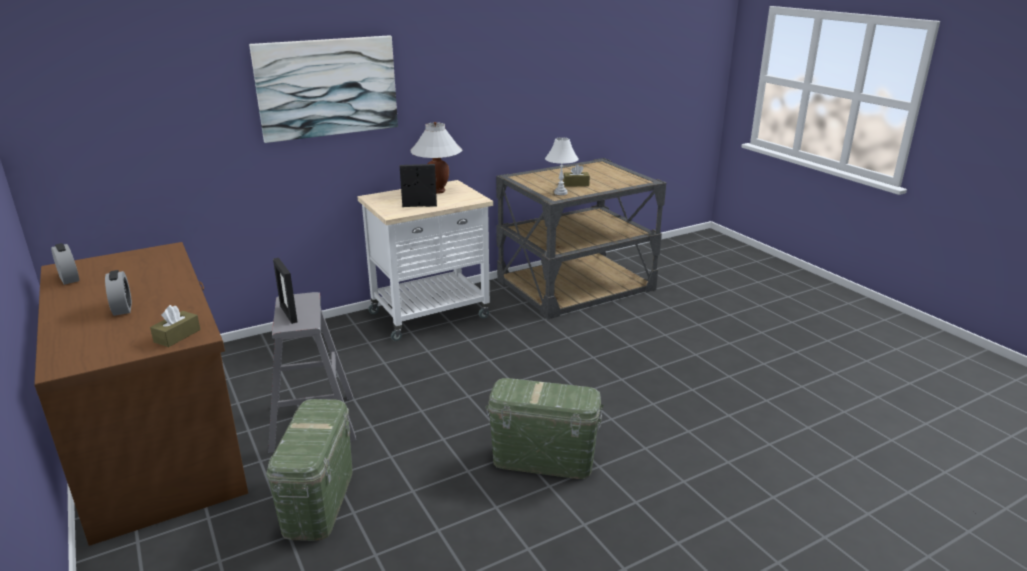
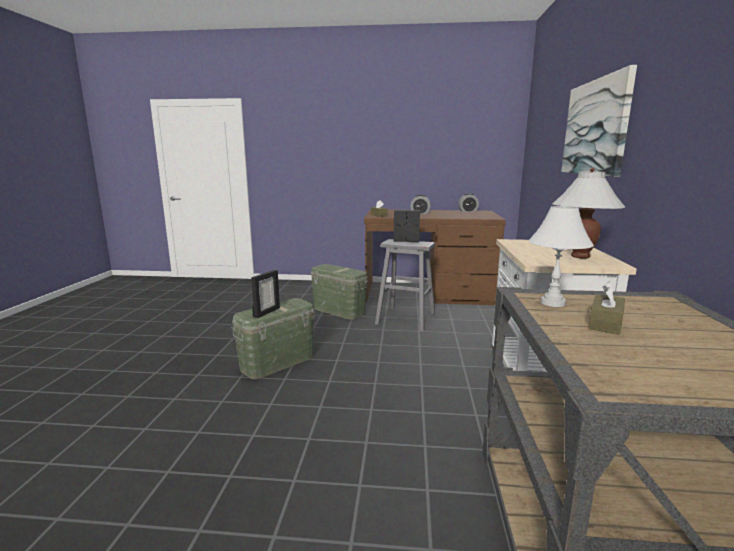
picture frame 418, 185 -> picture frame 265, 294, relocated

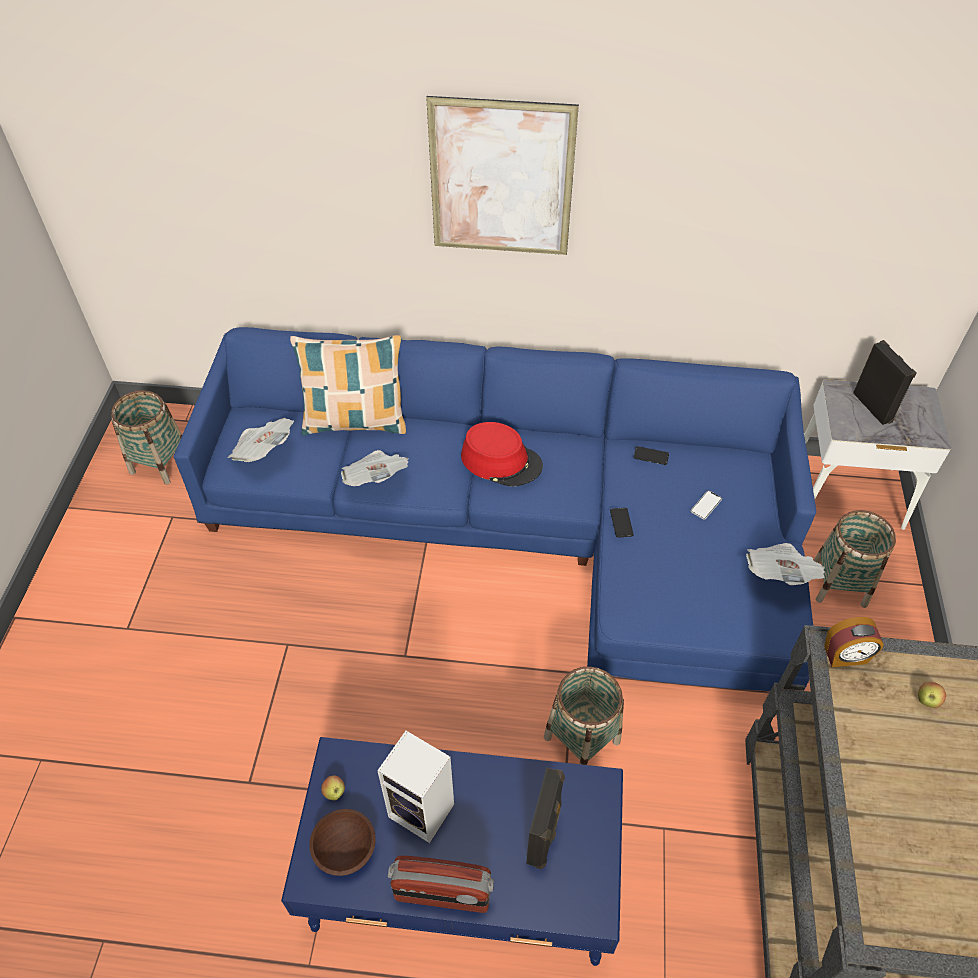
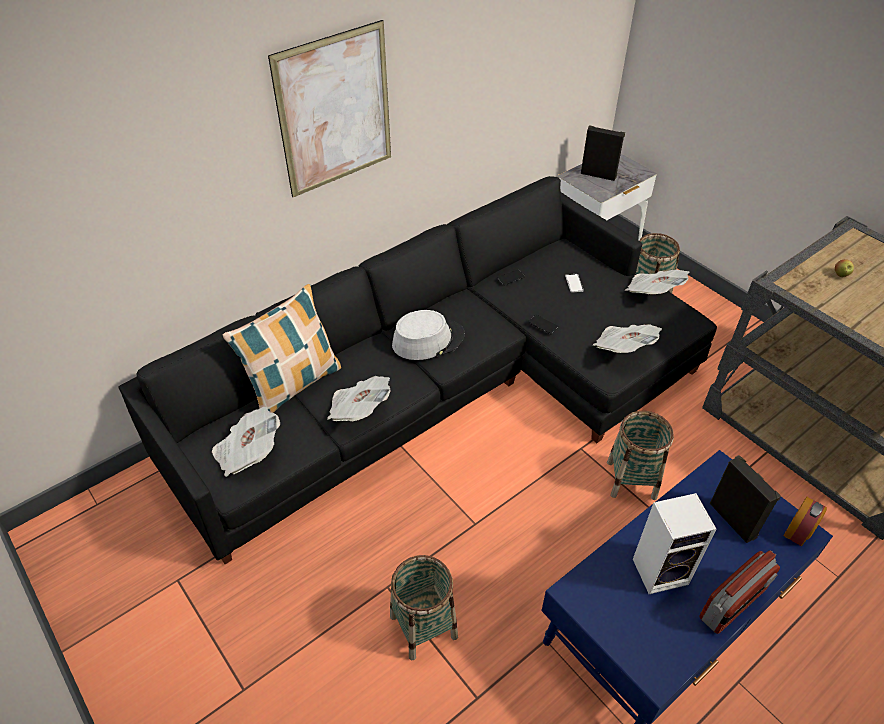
basket 146, 437 -> basket 424, 607, relocated
blue sofa 495, 509 -> black sofa 417, 370
brown bowl 343, 842 -> none
apple 333, 788 -> none
red hat 502, 454 -> grey hat 428, 335
alarm clock 854, 642 -> alarm clock 805, 521, relocated
none -> newspaper 627, 338

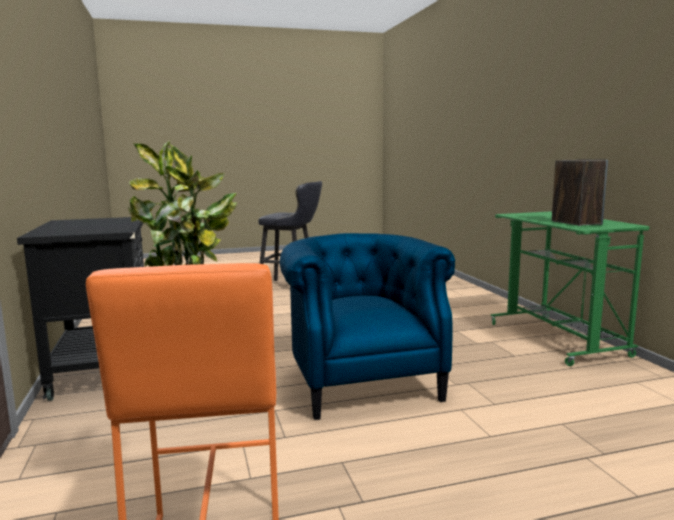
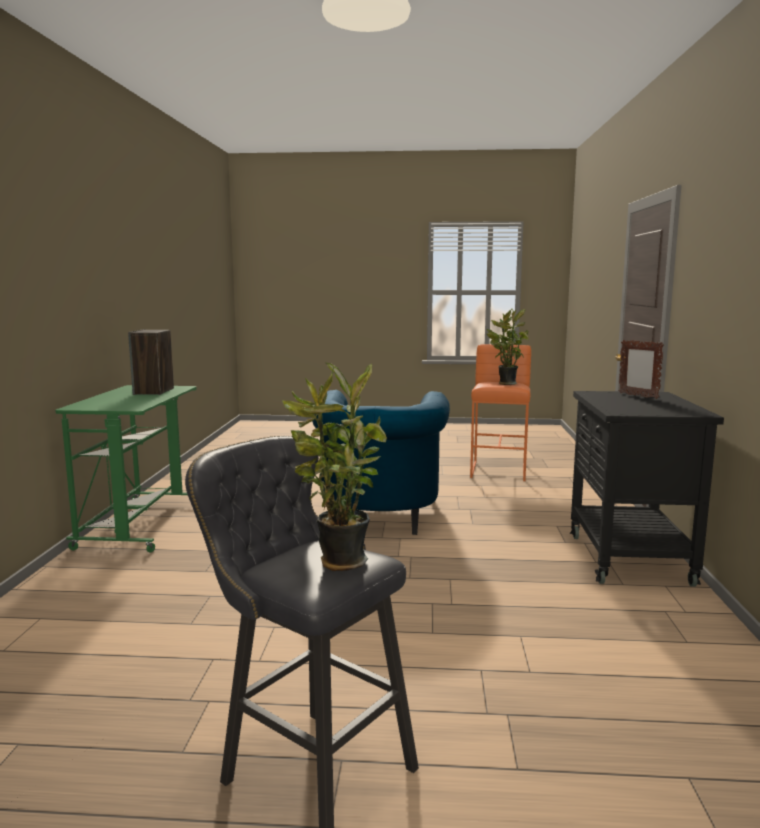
none -> potted plant 334, 466
none -> picture frame 641, 369

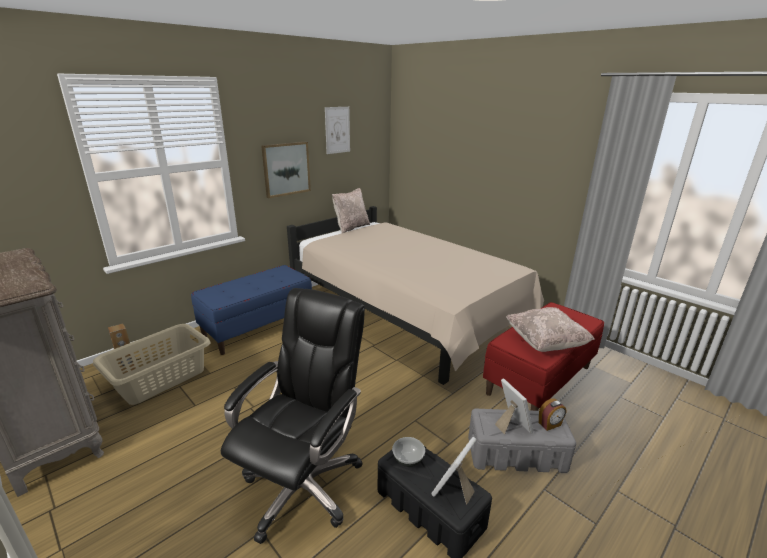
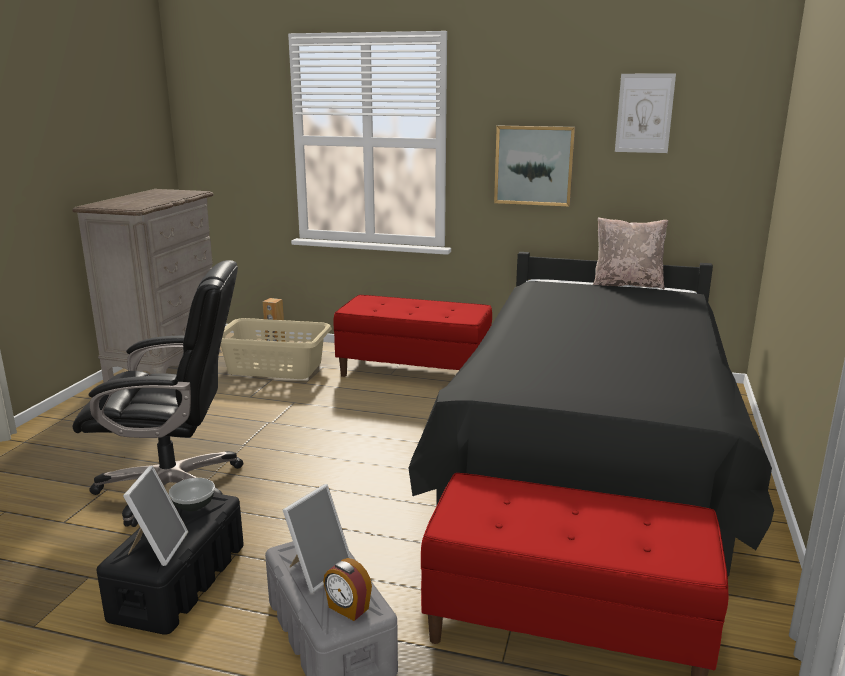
blue bench 251, 310 -> red bench 413, 336
beige bed 415, 295 -> black bed 591, 414
picture frame 453, 471 -> picture frame 155, 516, 90 degrees clockwise
beige pillow 550, 329 -> none

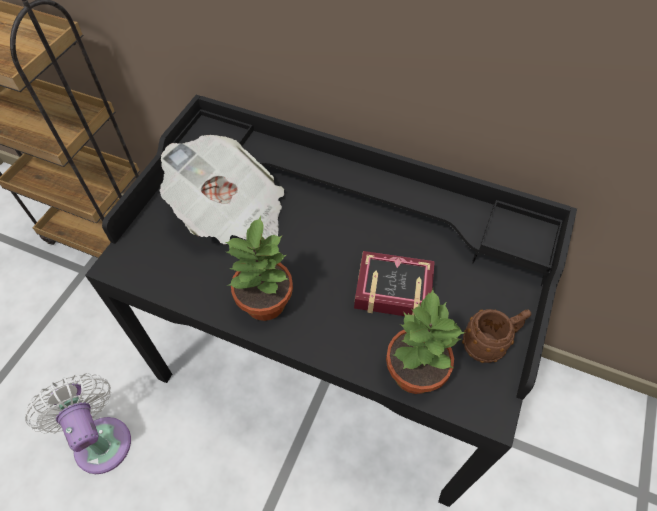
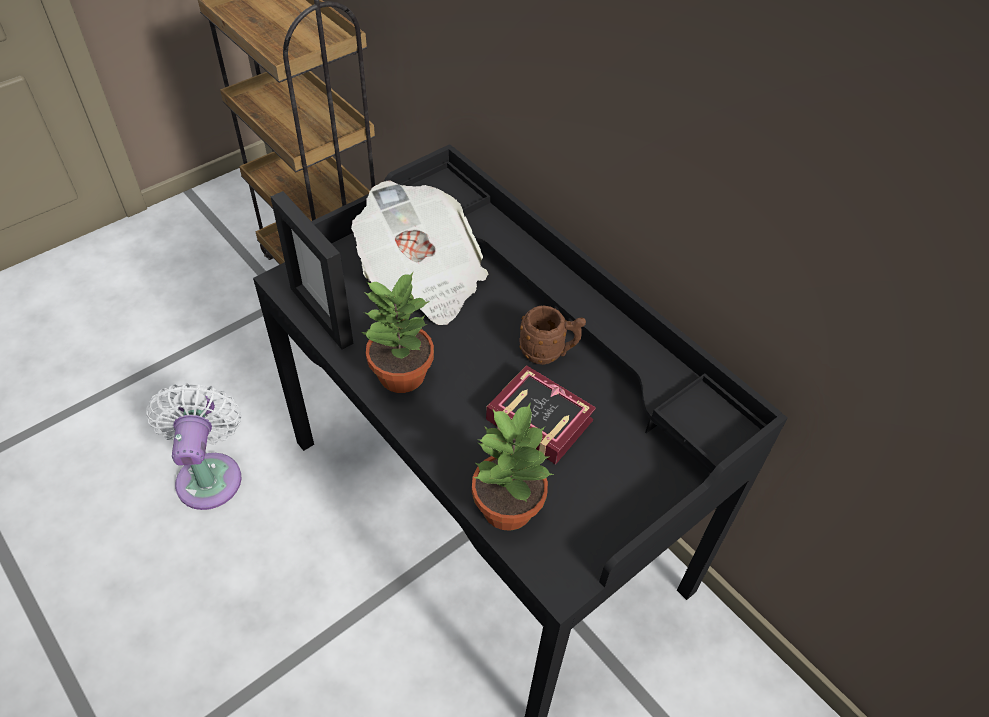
brown mug 496, 336 -> brown mug 552, 335, relocated
none -> picture frame 312, 270

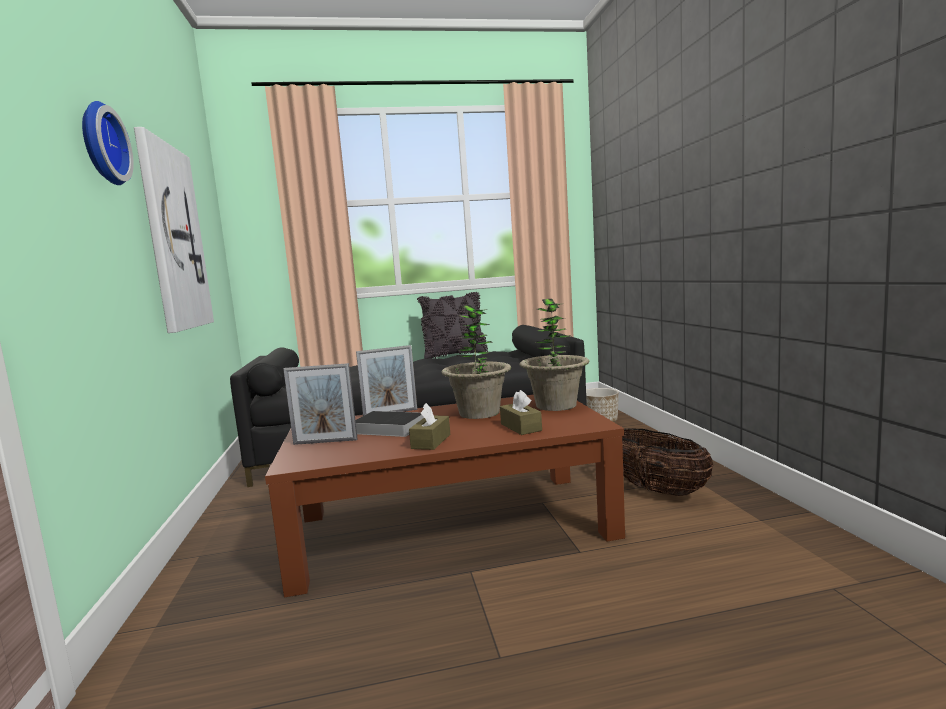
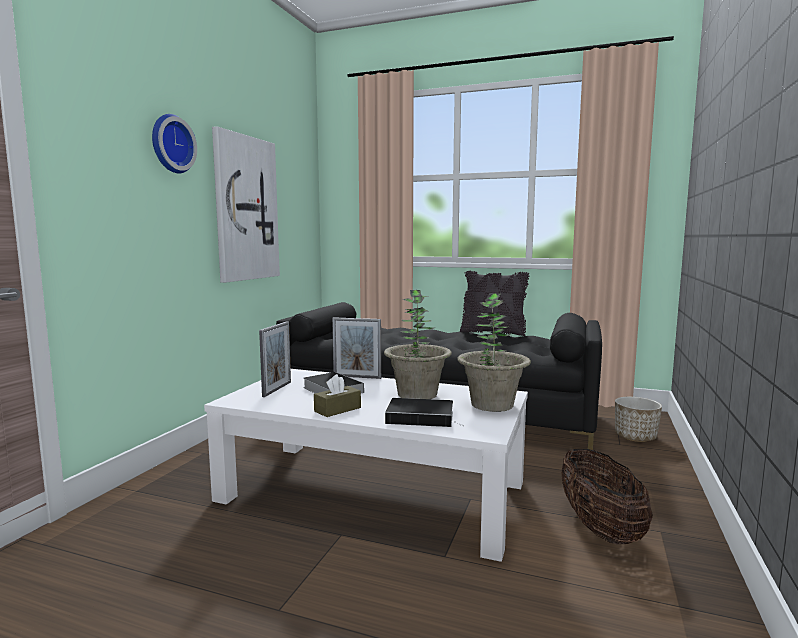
brown coffee table 445, 496 -> white coffee table 366, 465
picture frame 320, 404 -> picture frame 275, 359, 105 degrees counterclockwise
brown tissue box 521, 412 -> book 425, 412

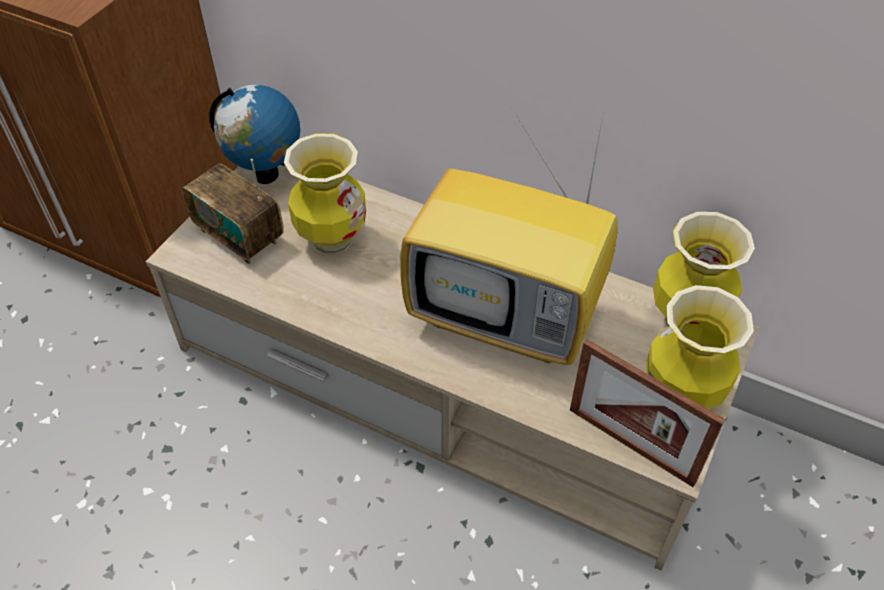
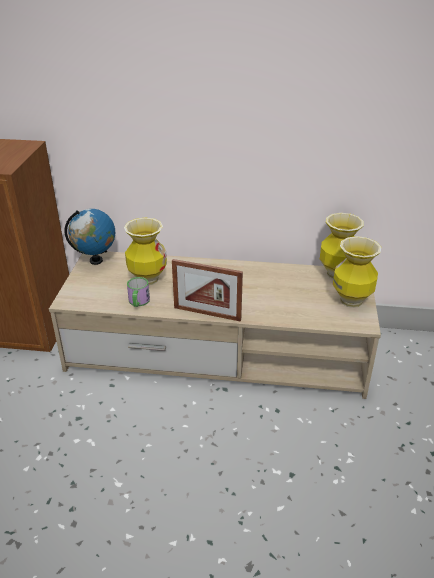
radio 233, 211 -> none
television 509, 238 -> none
picture frame 647, 413 -> picture frame 207, 290, relocated
none -> mug 138, 292

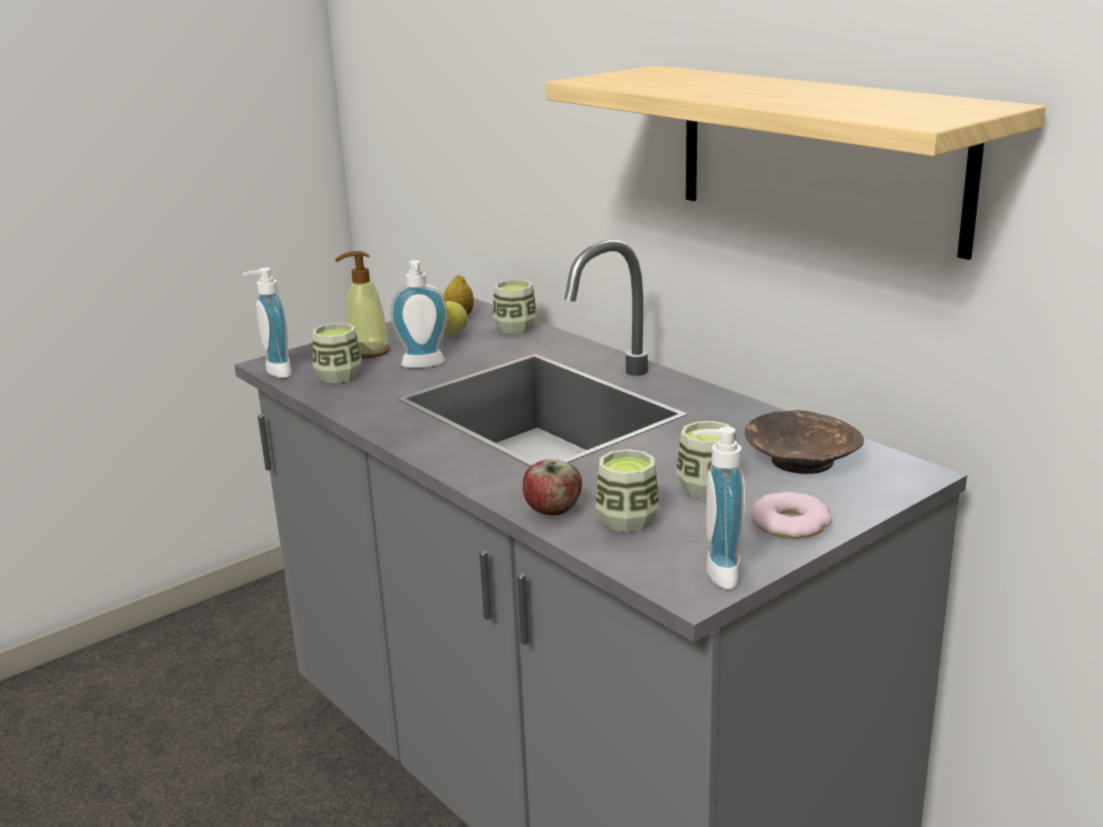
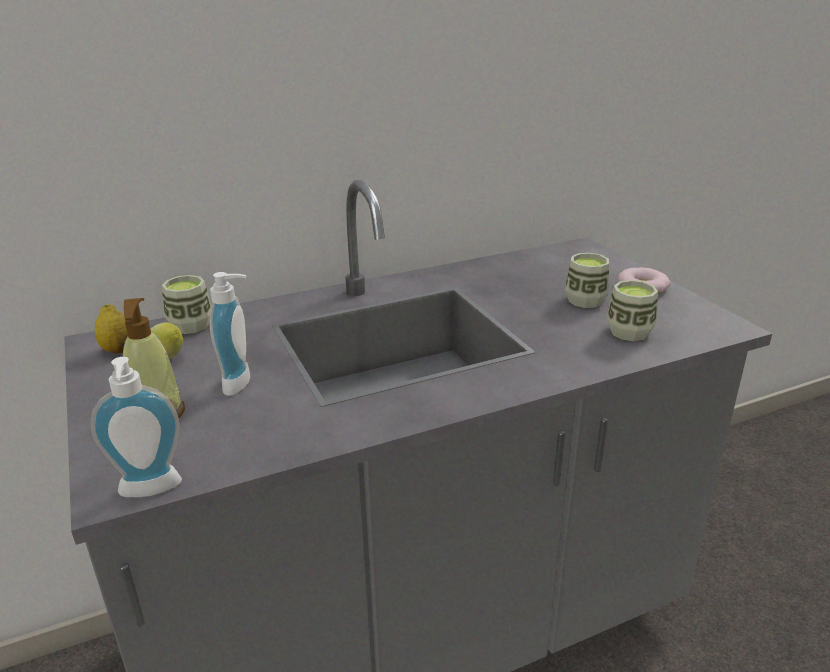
cup 337, 353 -> none
apple 552, 487 -> none
shelf 796, 162 -> none
soap dispenser 719, 508 -> none
brown bowl 804, 442 -> none

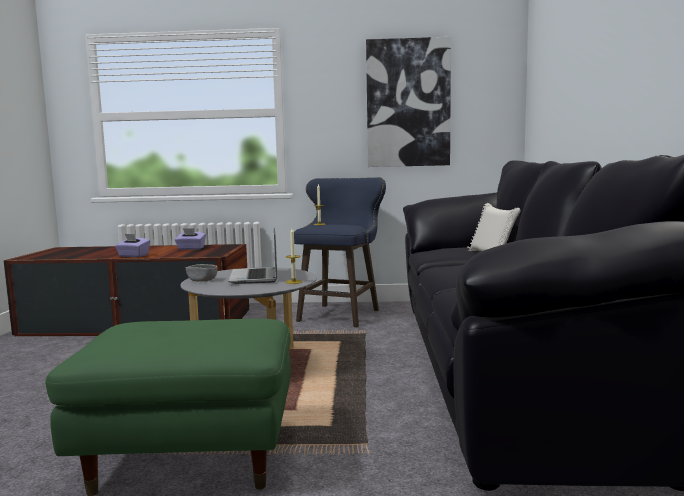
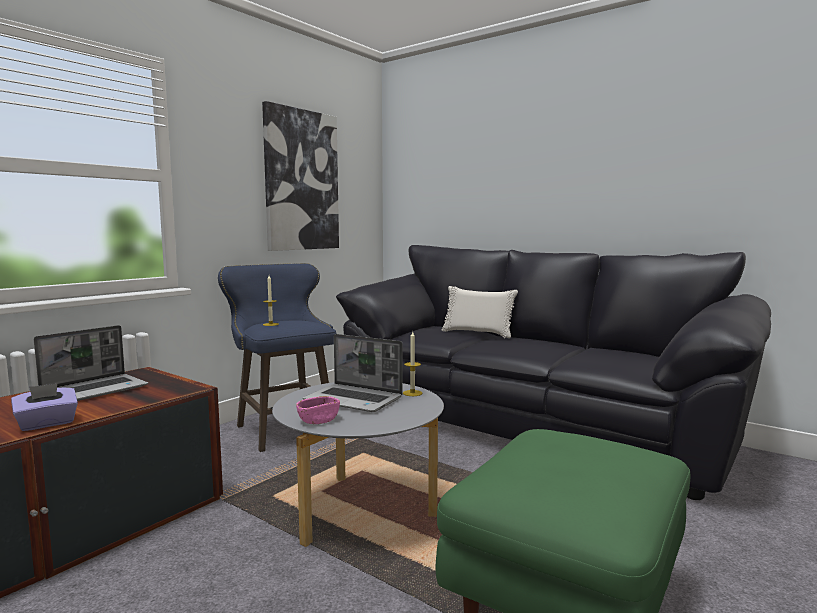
purple tissue box 190, 239 -> laptop 91, 363
grey bowl 202, 273 -> pink bowl 318, 410

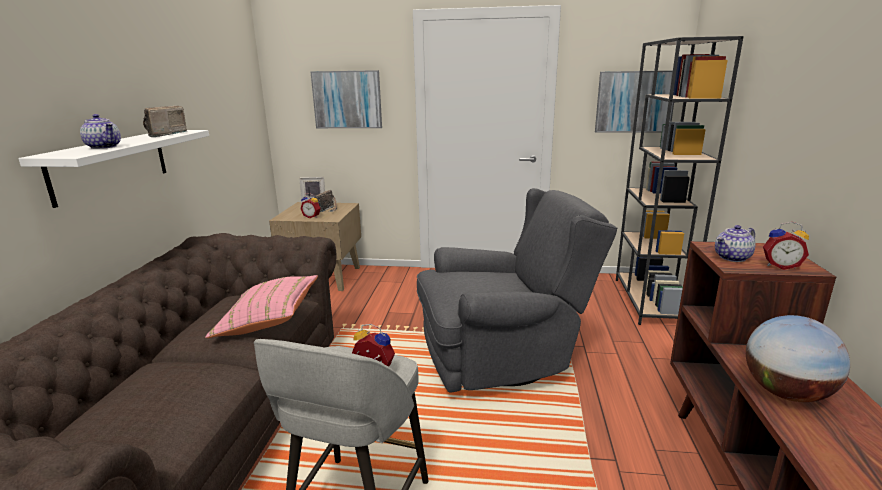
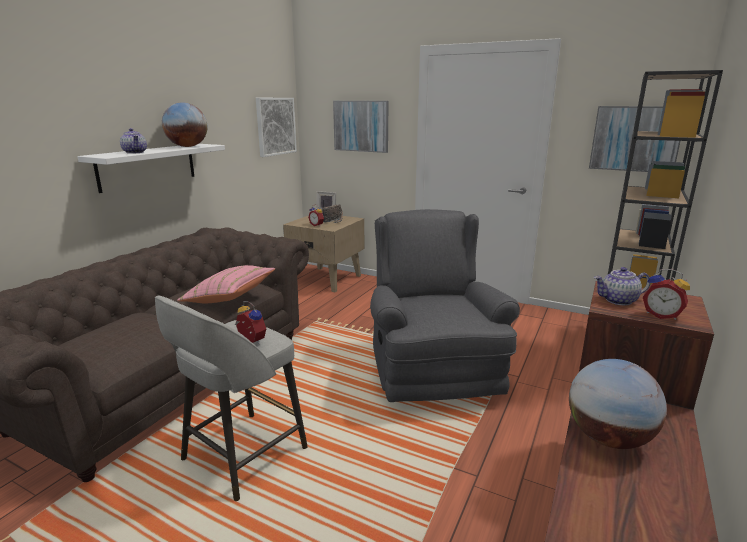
radio 165, 121 -> globe 184, 124
grey armchair 517, 290 -> grey armchair 445, 305, 105 degrees counterclockwise
none -> picture 276, 127

